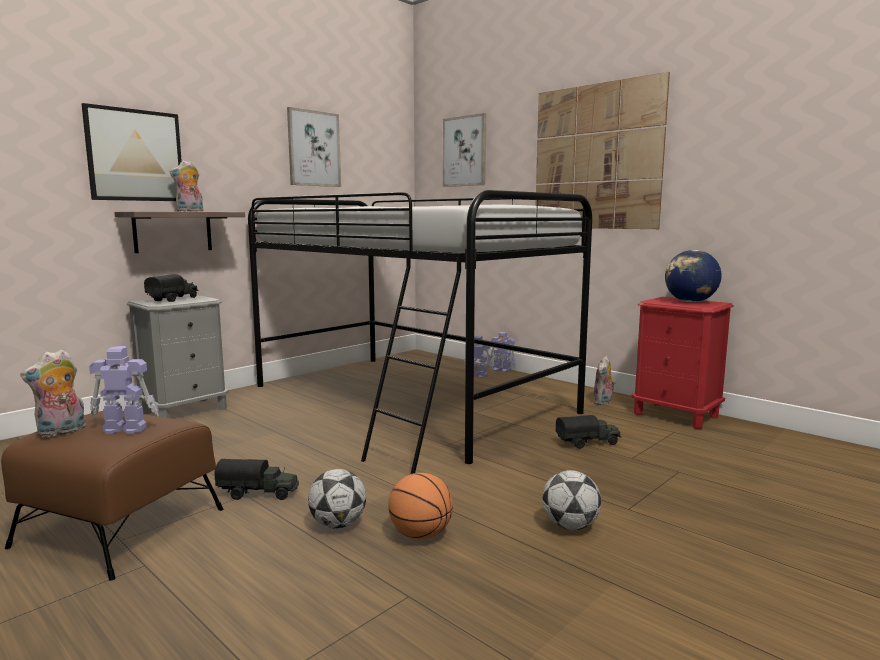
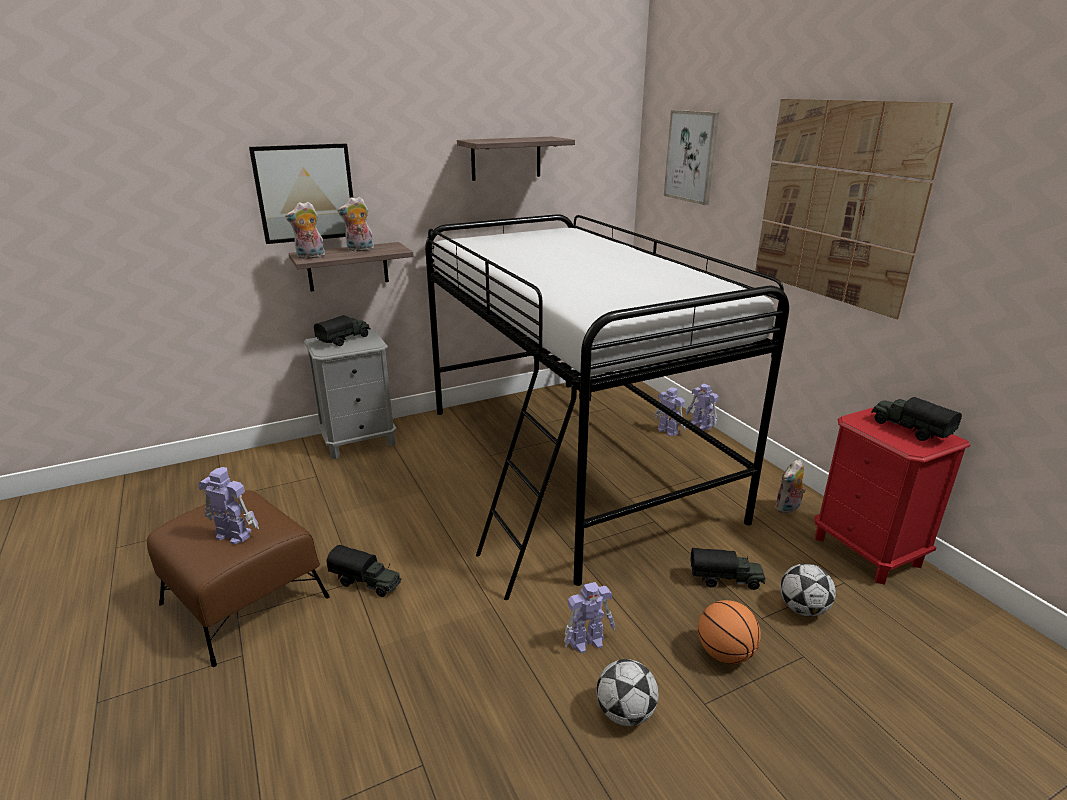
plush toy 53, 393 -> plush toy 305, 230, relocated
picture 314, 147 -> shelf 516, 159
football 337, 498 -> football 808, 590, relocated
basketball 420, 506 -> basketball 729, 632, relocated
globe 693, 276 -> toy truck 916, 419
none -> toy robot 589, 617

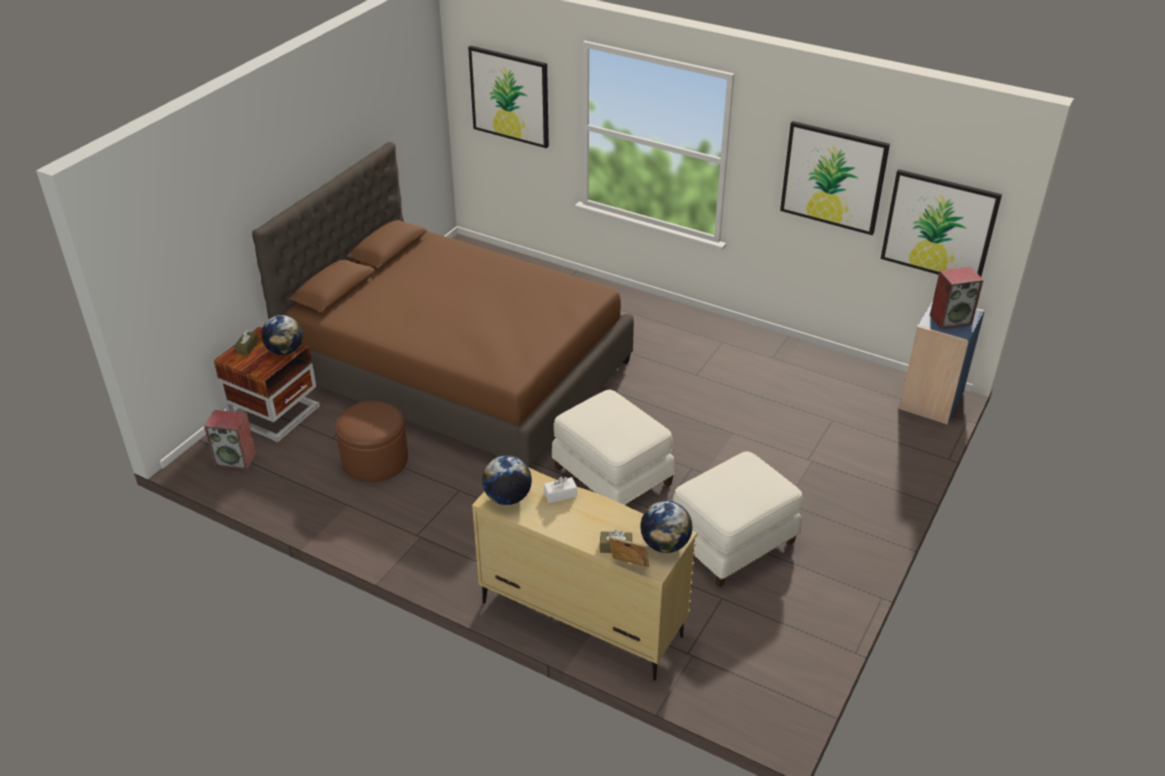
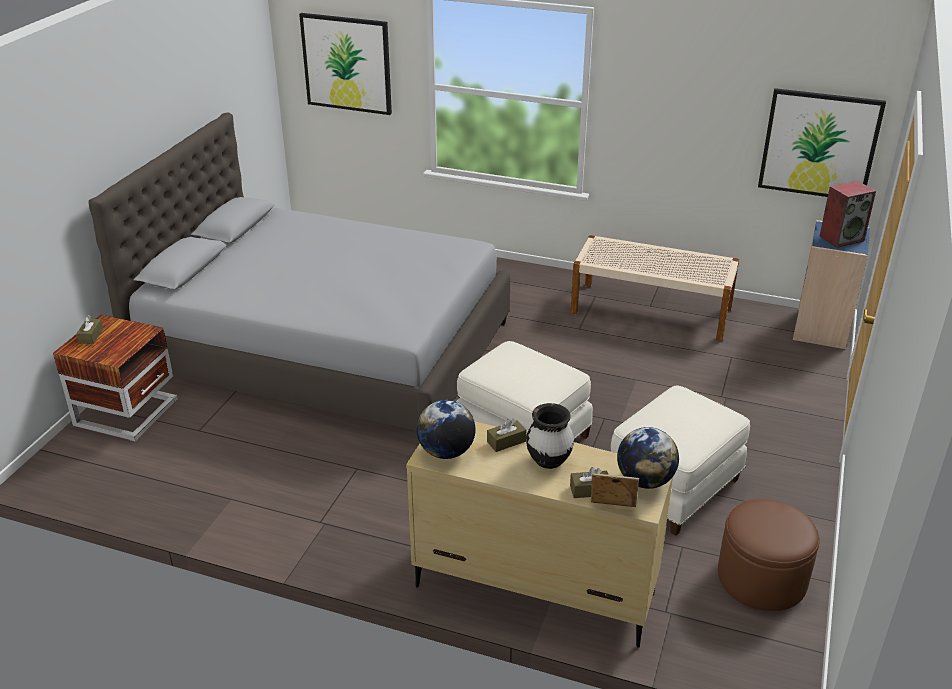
speaker 230, 440 -> none
brown bed 443, 305 -> grey bed 299, 272
globe 282, 335 -> none
brown ottoman 372, 441 -> brown ottoman 769, 555, relocated
white tissue box 560, 490 -> brown tissue box 506, 435
picture 835, 178 -> none
none -> black vase 550, 436
none -> beige bench 654, 288

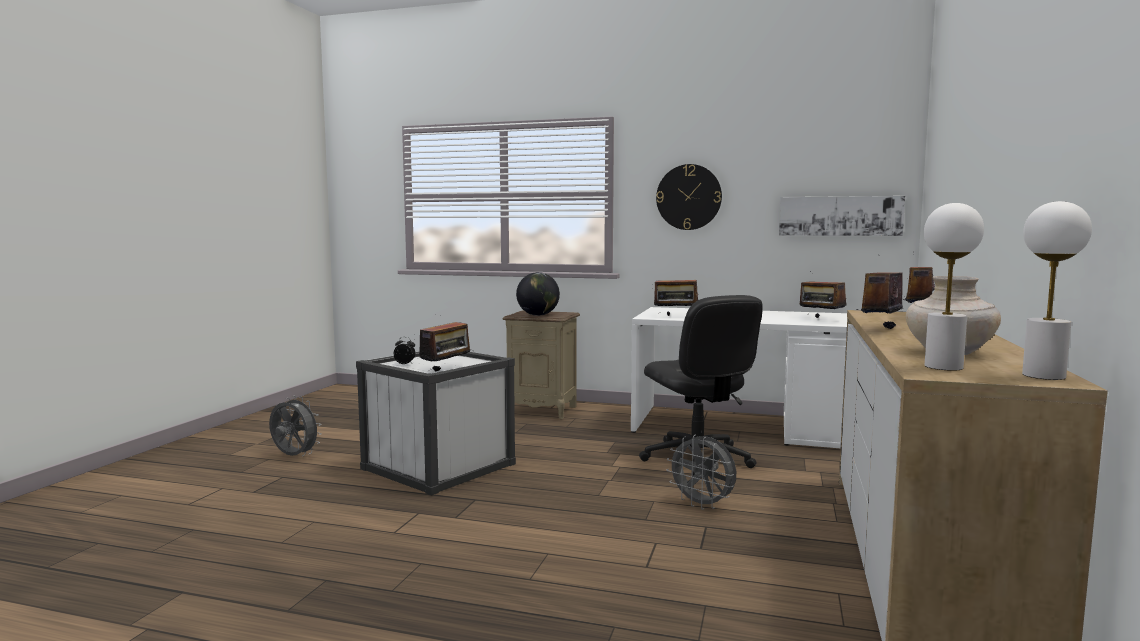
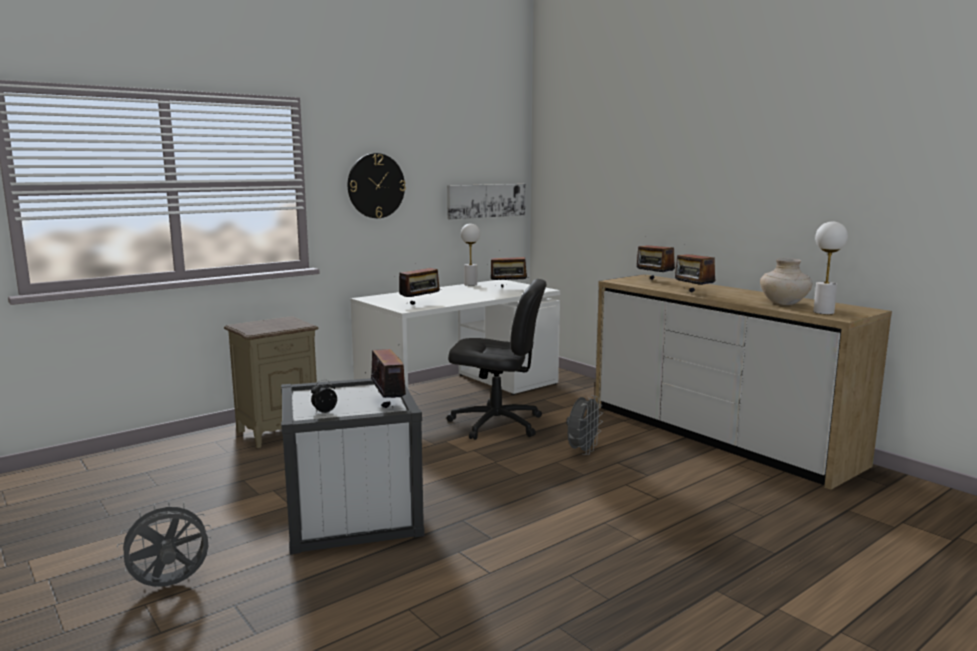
globe 538, 294 -> none
grey fan 701, 472 -> grey fan 584, 425, 45 degrees counterclockwise
white table lamp 1057, 290 -> white table lamp 470, 254, relocated

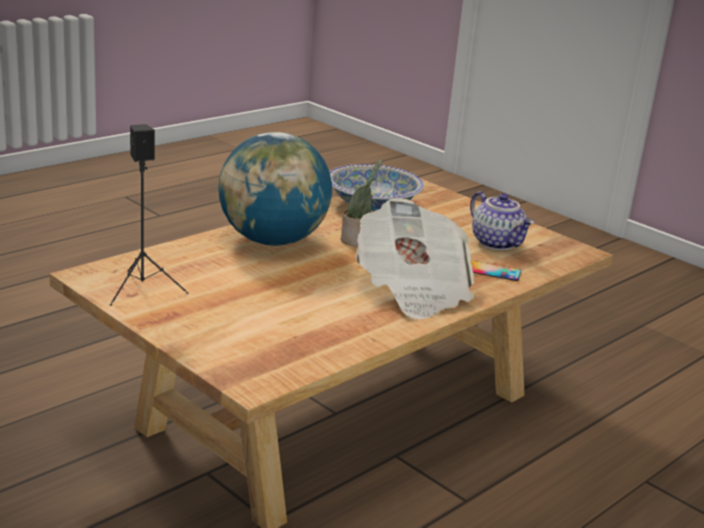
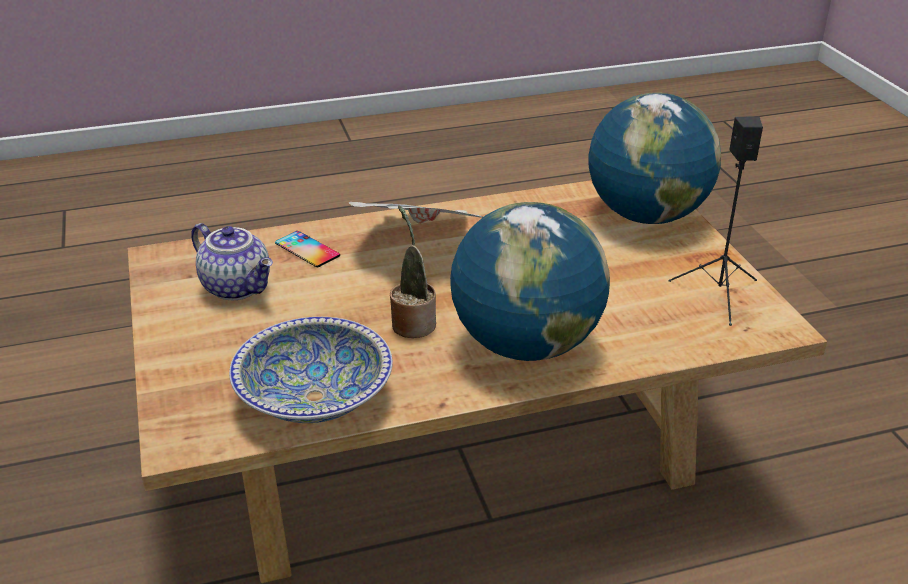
teapot 502, 220 -> teapot 232, 261, 135 degrees clockwise
none -> globe 654, 158

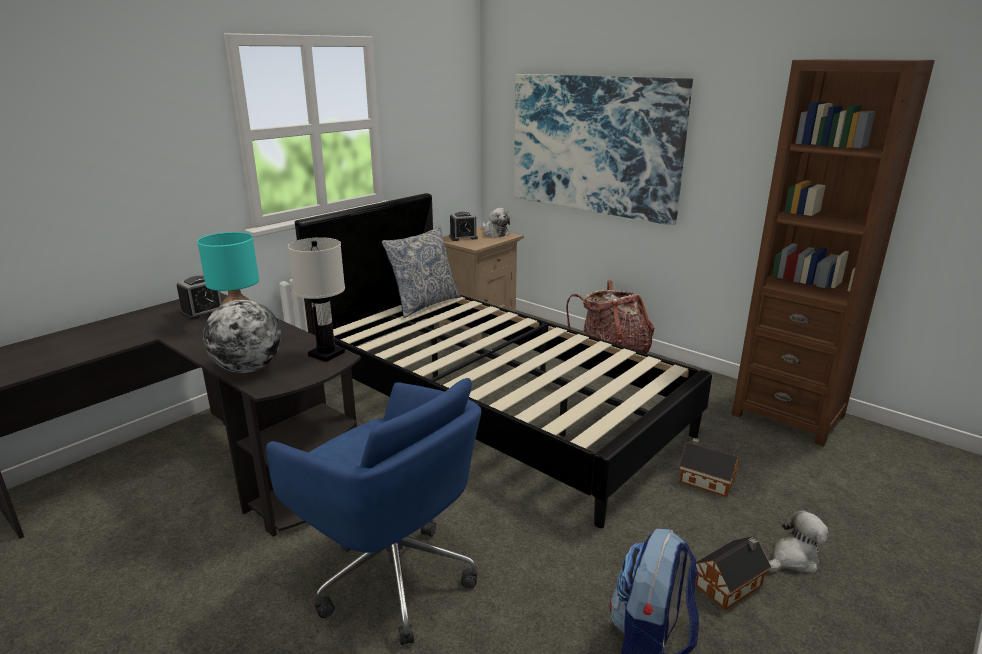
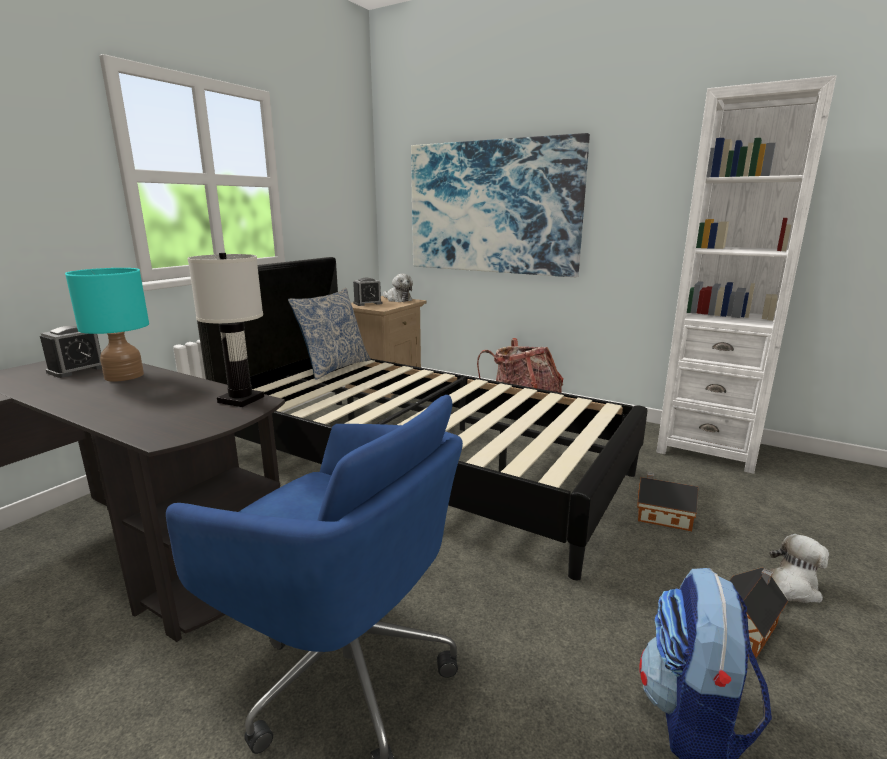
globe 242, 336 -> none
brown bookcase 833, 253 -> white bookcase 746, 274

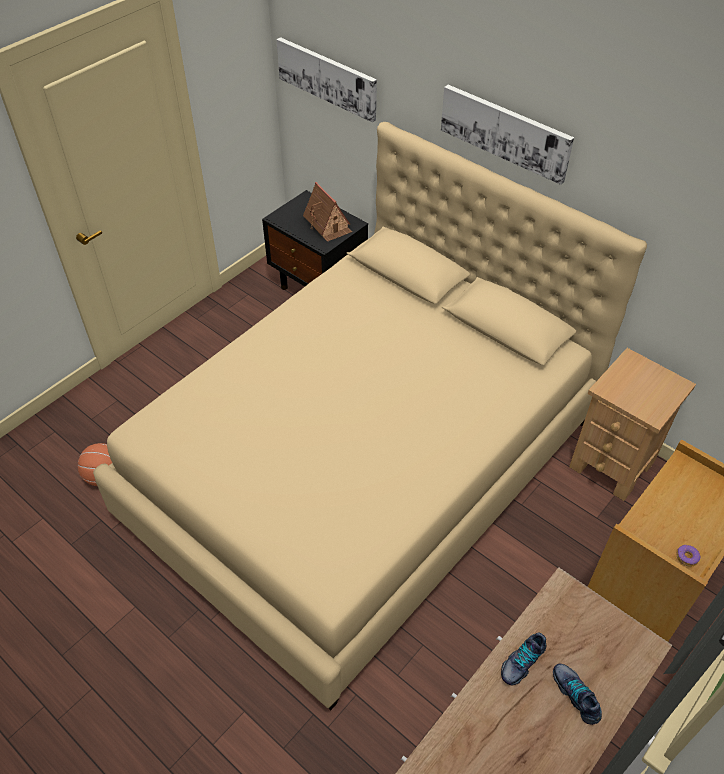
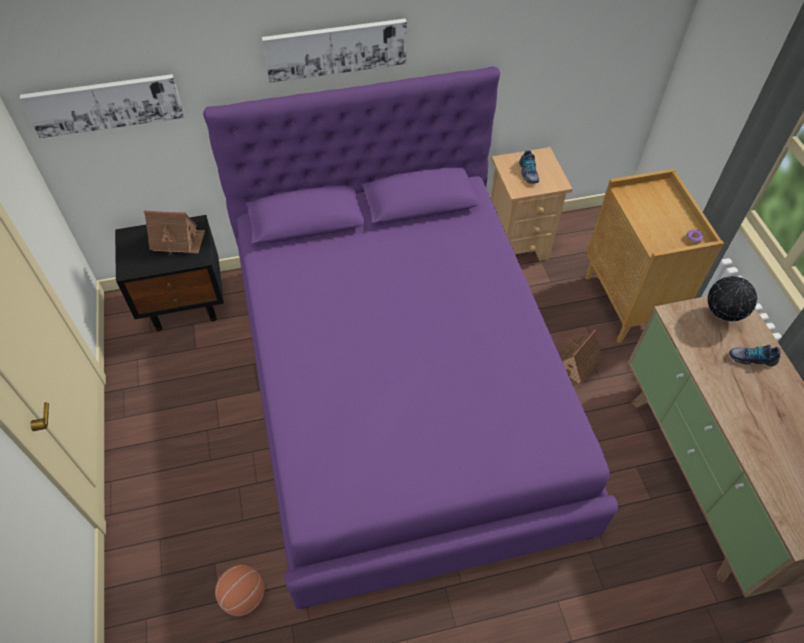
beige bed 370, 416 -> purple bed 410, 337
shoe 523, 659 -> shoe 529, 167, relocated
none -> toy house 581, 359
none -> globe 732, 298

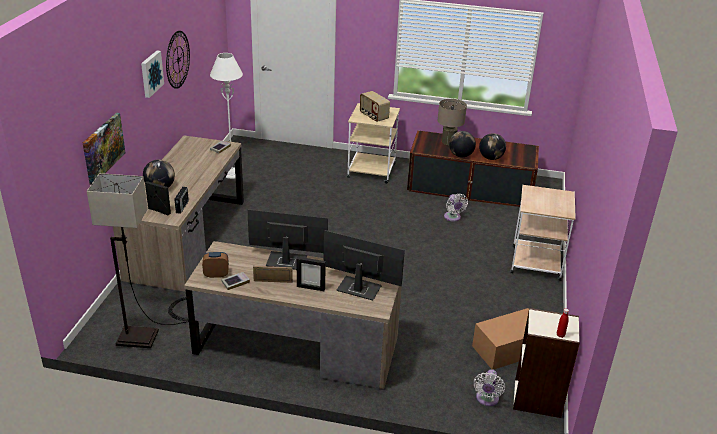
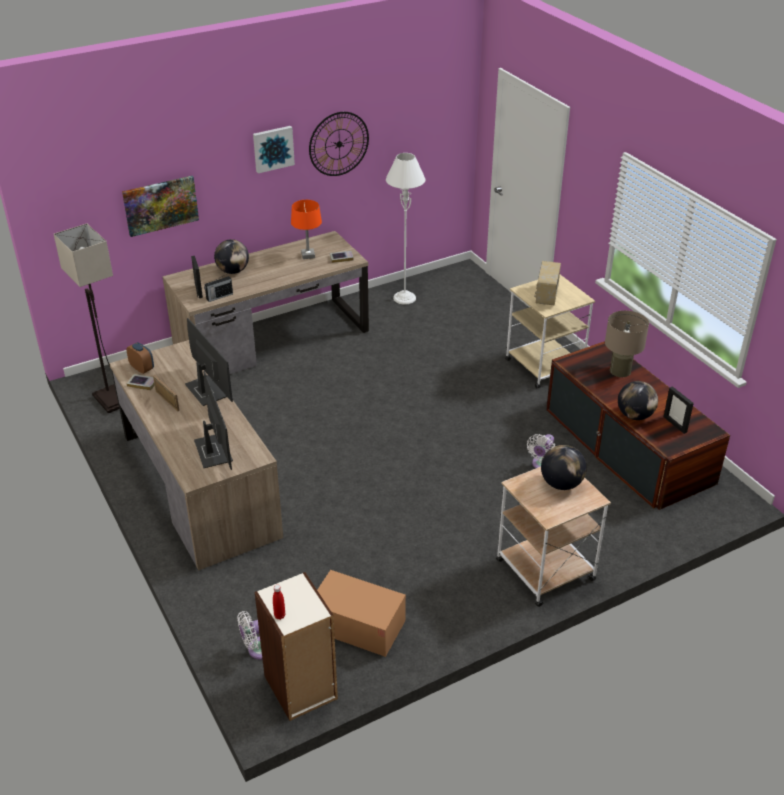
picture frame 311, 274 -> picture frame 679, 410, relocated
globe 462, 144 -> globe 564, 467, relocated
none -> orange table lamp 306, 229

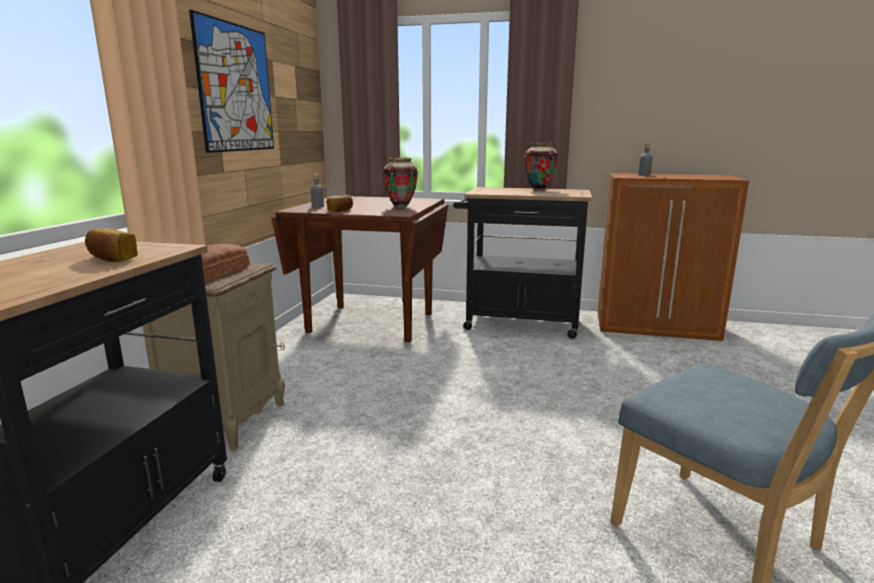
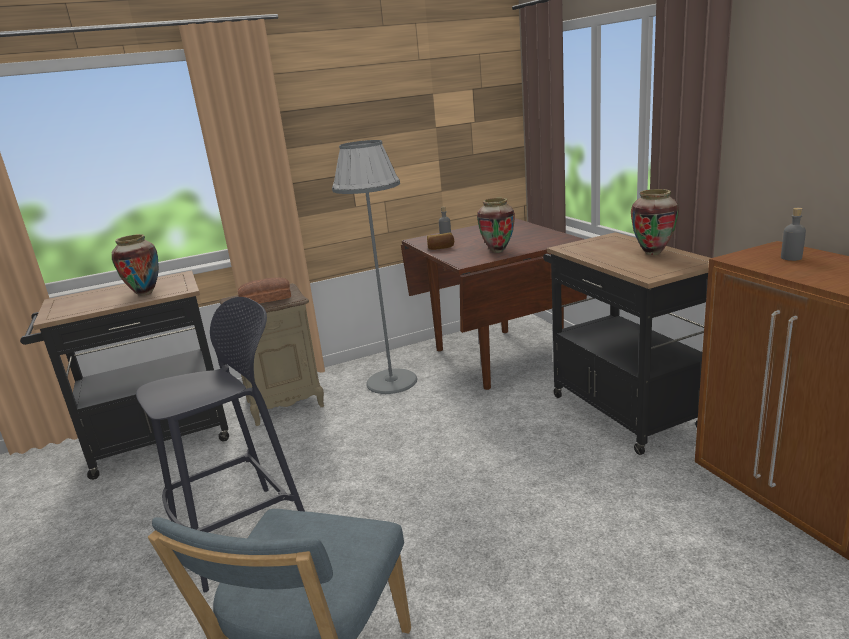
bread 111, 245 -> vase 135, 265
picture 231, 81 -> none
none -> grey stool 220, 444
none -> grey floor lamp 374, 267

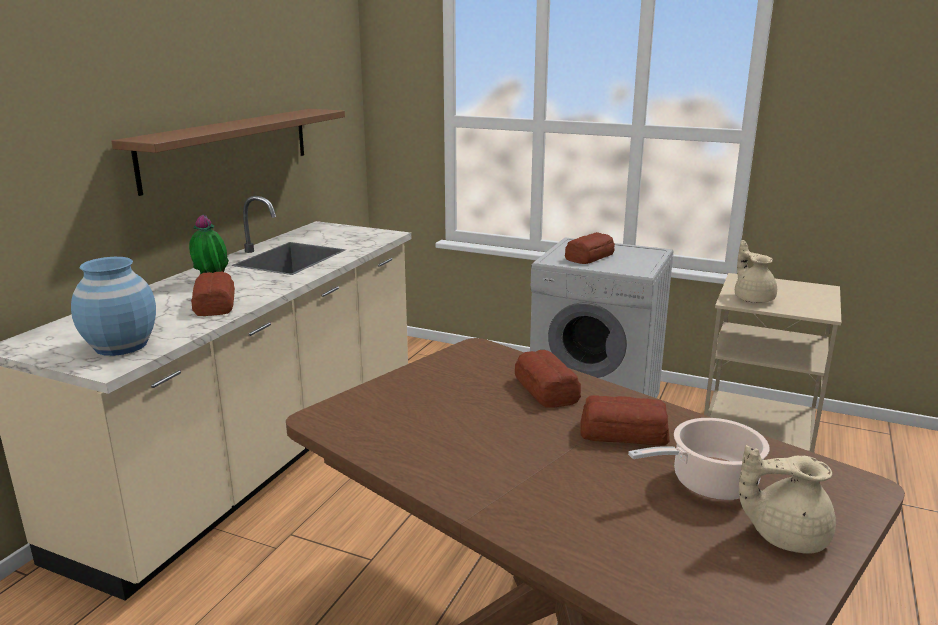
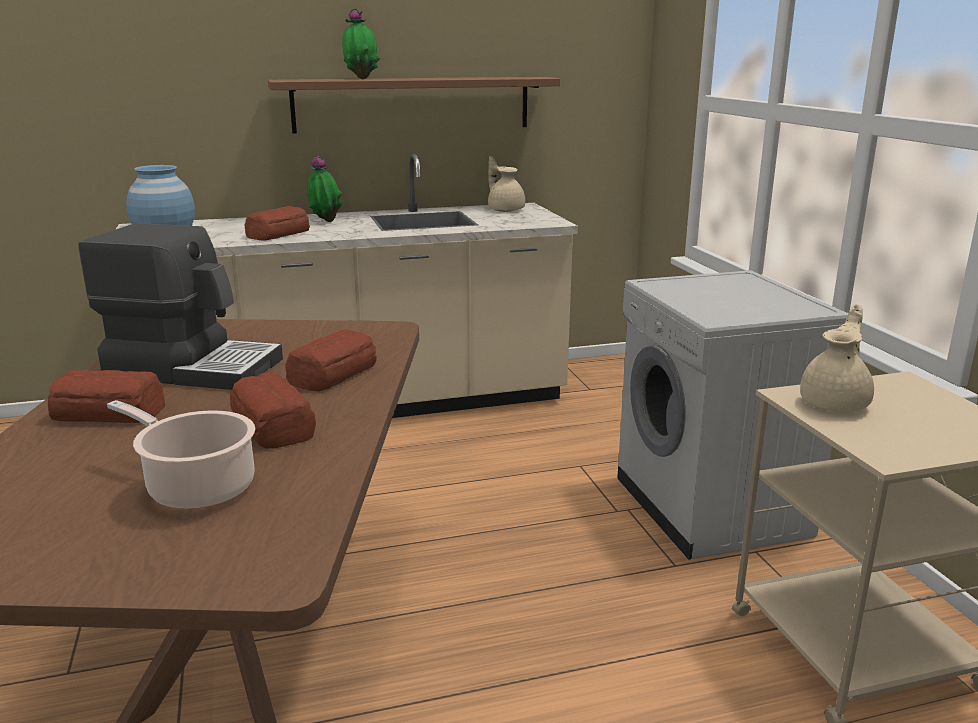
bread 590, 248 -> bread 106, 396, relocated
beige teapot 787, 499 -> beige teapot 506, 184, relocated
none -> coffee machine 180, 306
none -> potted plant 361, 43

